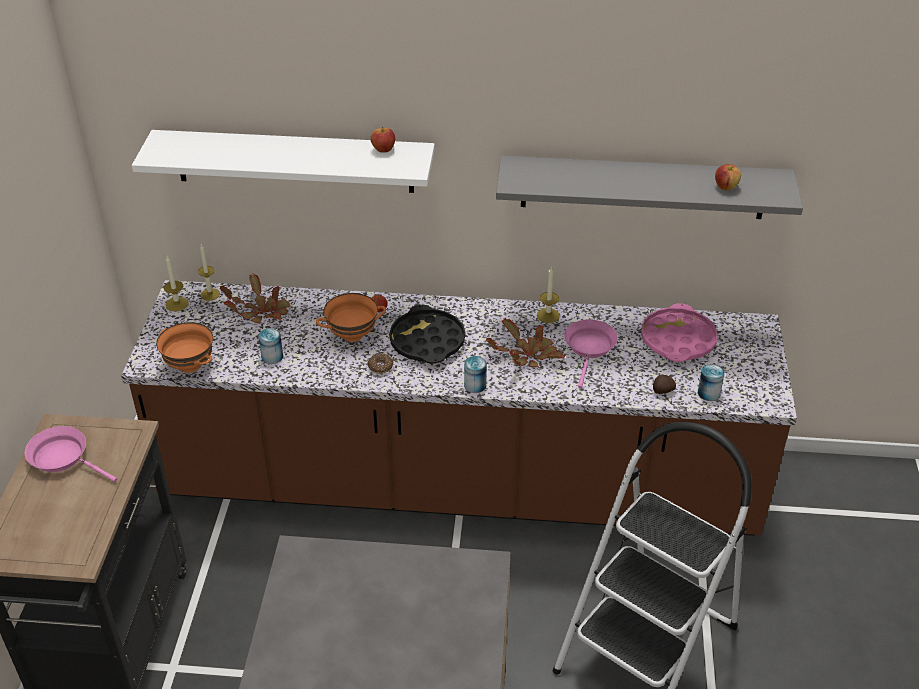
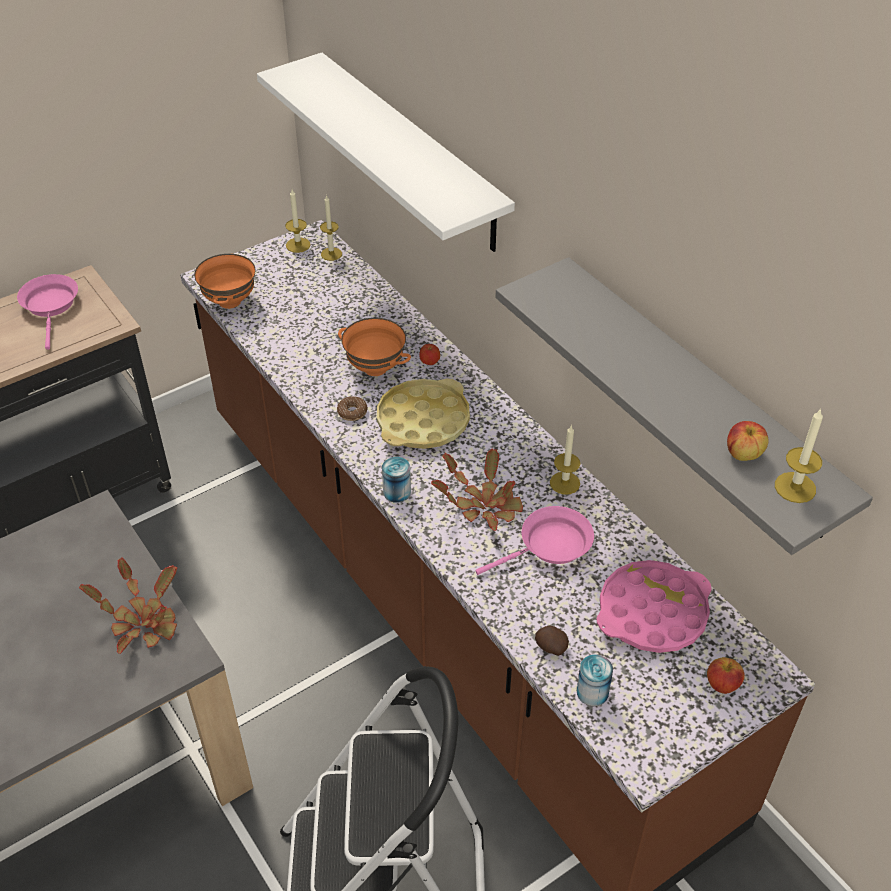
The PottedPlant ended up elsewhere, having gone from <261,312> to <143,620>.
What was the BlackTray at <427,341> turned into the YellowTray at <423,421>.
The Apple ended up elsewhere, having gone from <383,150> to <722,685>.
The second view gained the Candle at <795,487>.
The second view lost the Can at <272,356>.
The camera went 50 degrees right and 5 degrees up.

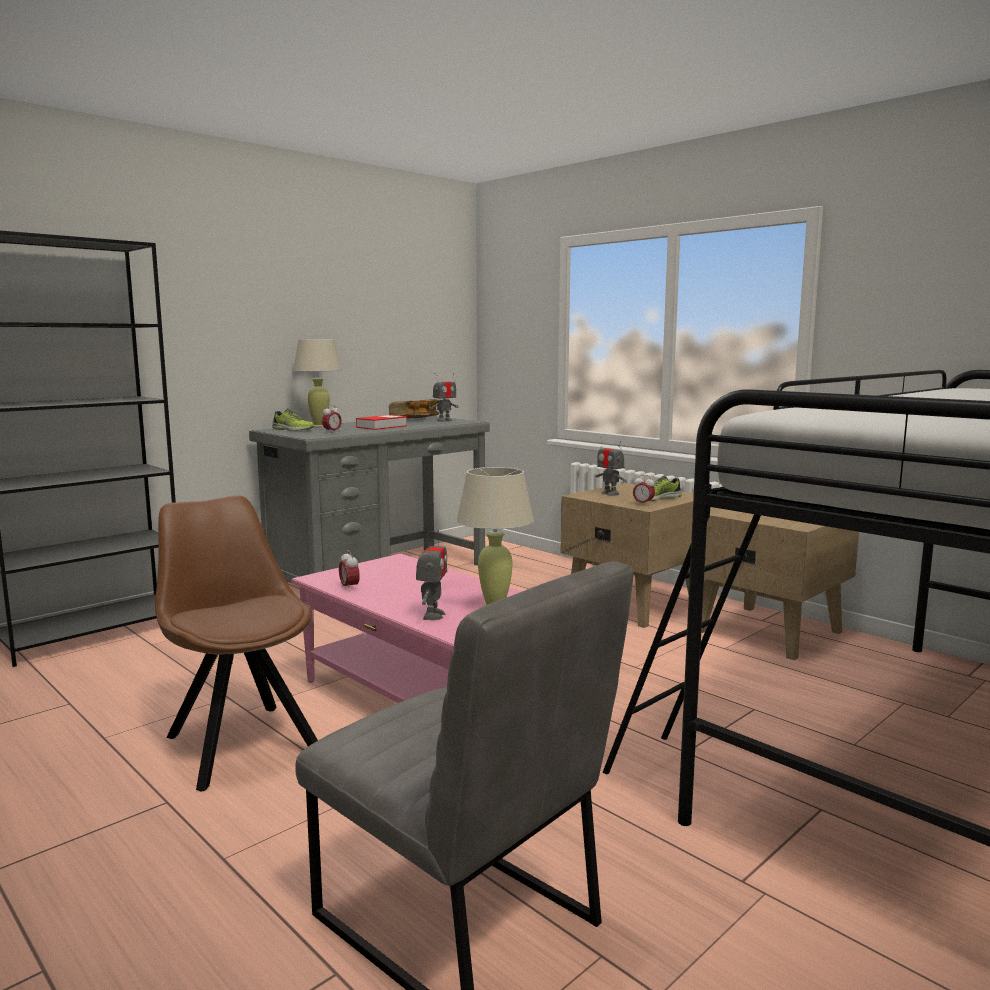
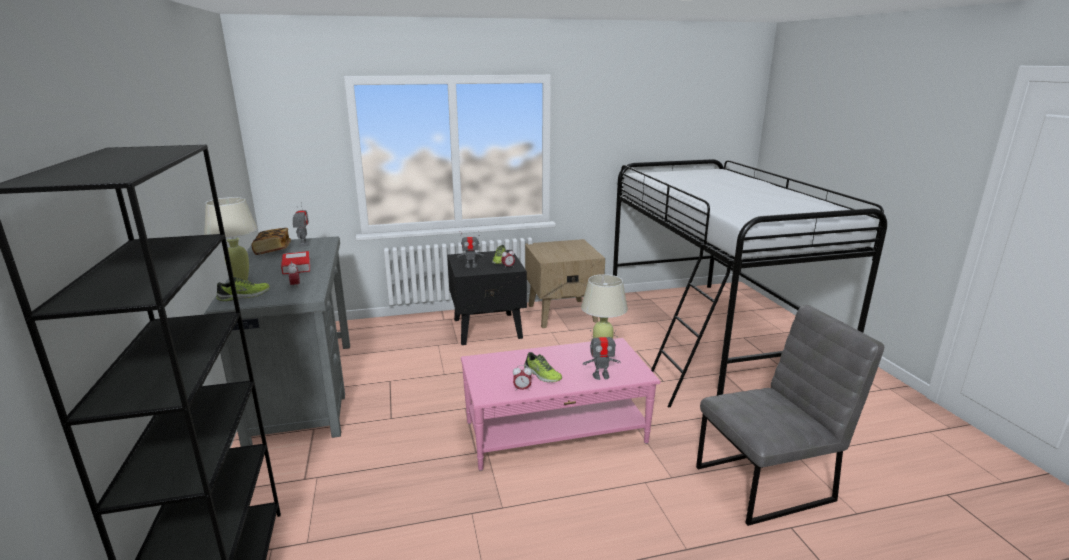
What was the BeigeNightstand at <634,604> turned into the BlackNightstand at <488,328>.
The second view gained the Shoe at <542,375>.
The ToyRobot at <432,615> ended up facing another way, 135 degrees clockwise from before.
The second view lost the BrownChair at <241,744>.
The camera went 60 degrees left and 10 degrees up.

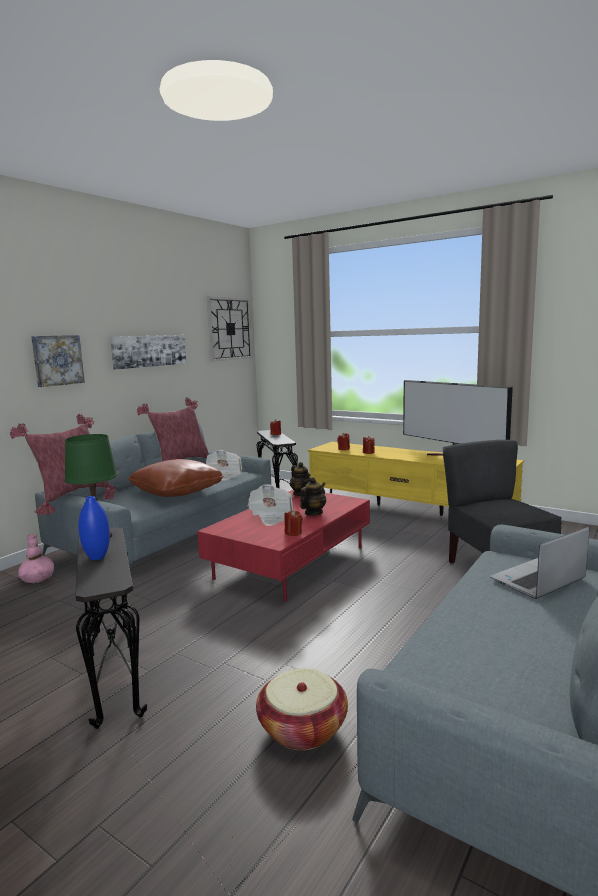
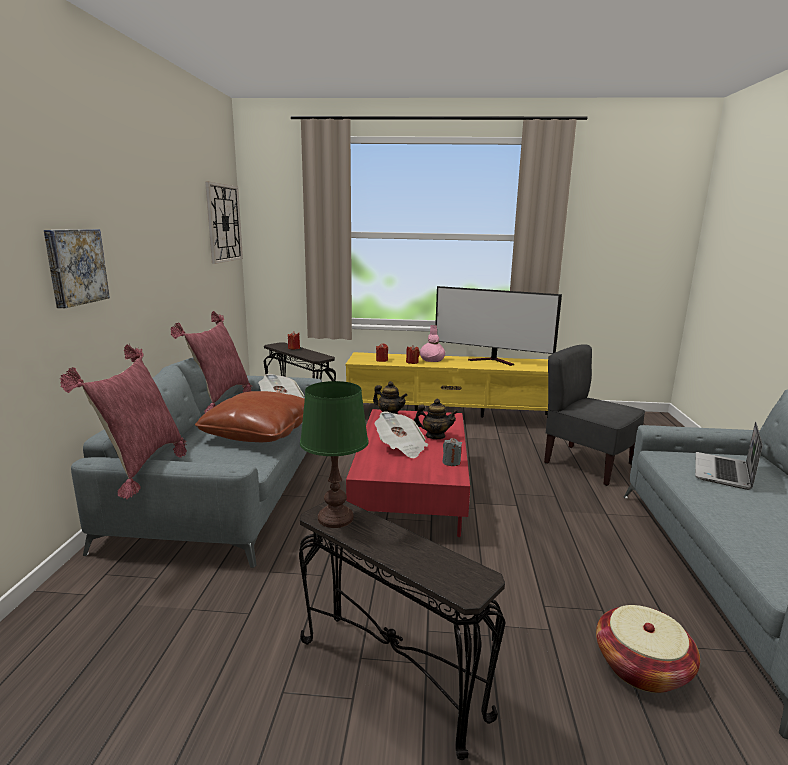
The Teapot at <313,513> ended up facing another way, 90 degrees clockwise from before.
The PinkVase ended up elsewhere, having gone from <37,578> to <432,360>.
What was the RedCandle at <293,533> turned into the GreyCandle at <451,462>.
The second view lost the BlueVase at <97,557>.
The second view lost the Picture at <149,351>.
The camera went 30 degrees left and 5 degrees up.

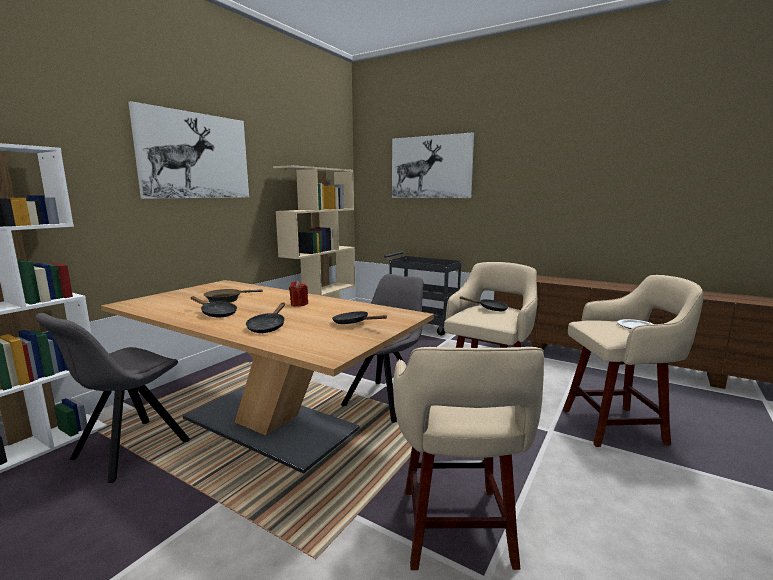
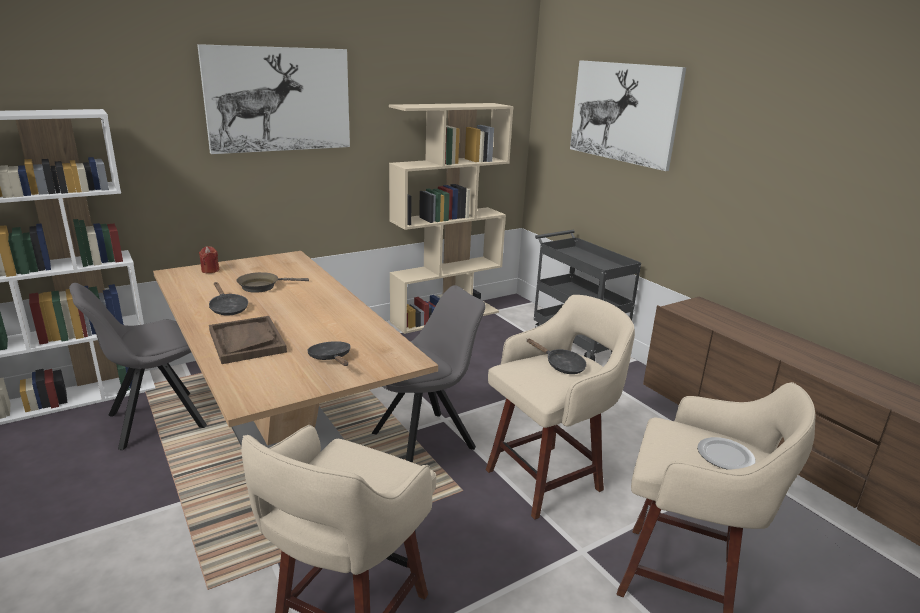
The RedCandle ended up elsewhere, having gone from <299,304> to <210,270>.
Where the BlackFryingPan stood at <268,327>, the BrownTray came to stand at <246,341>.
The camera went 25 degrees right and 10 degrees up.

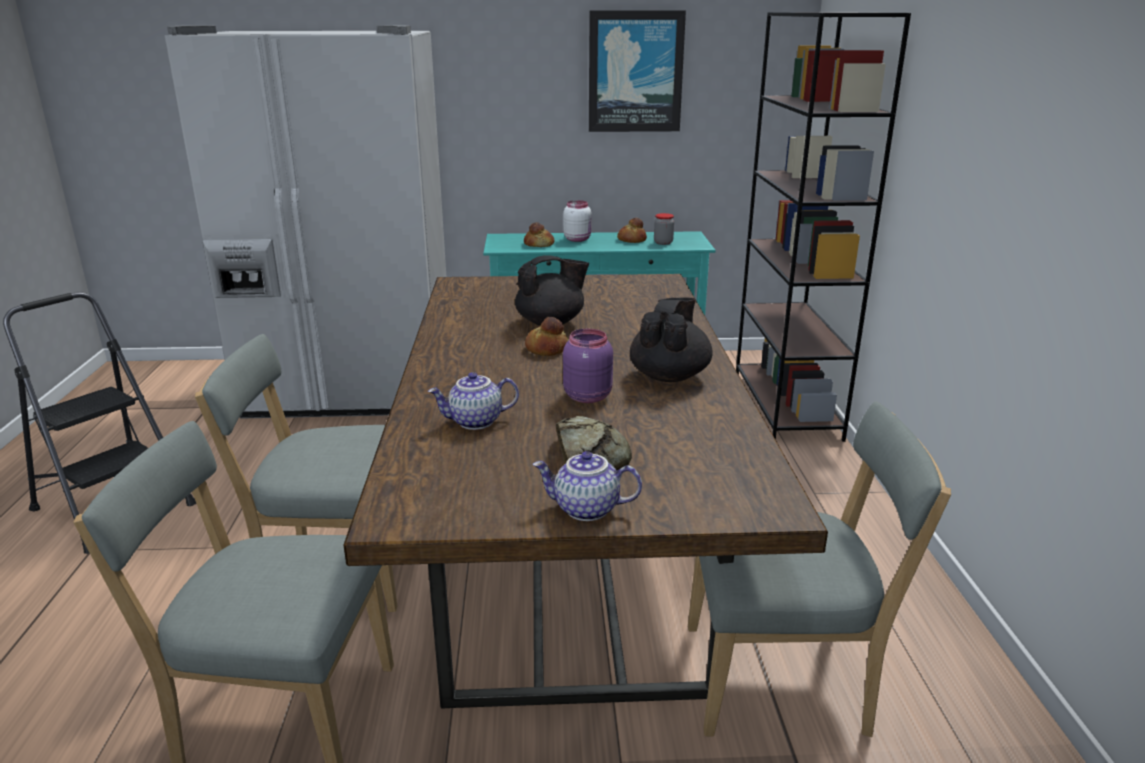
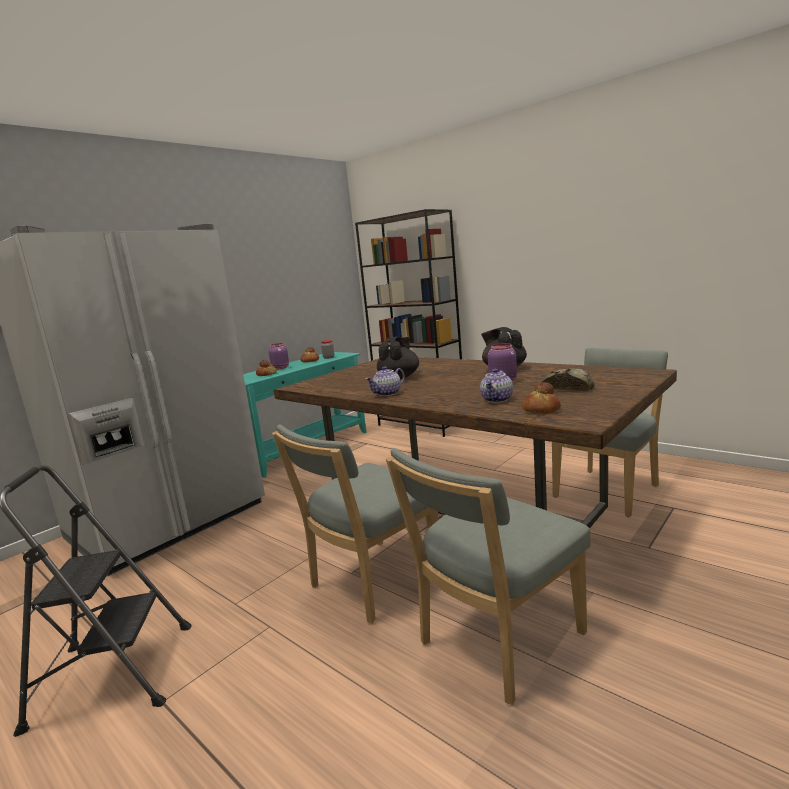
What was the WhiteJar at <578,239> turned into the PurpleJar at <280,368>.
The Teapot ended up elsewhere, having gone from <585,510> to <387,394>.
The Bread ended up elsewhere, having gone from <546,349> to <540,410>.
The second view lost the Picture at <635,72>.
The camera went 45 degrees left and 10 degrees down.

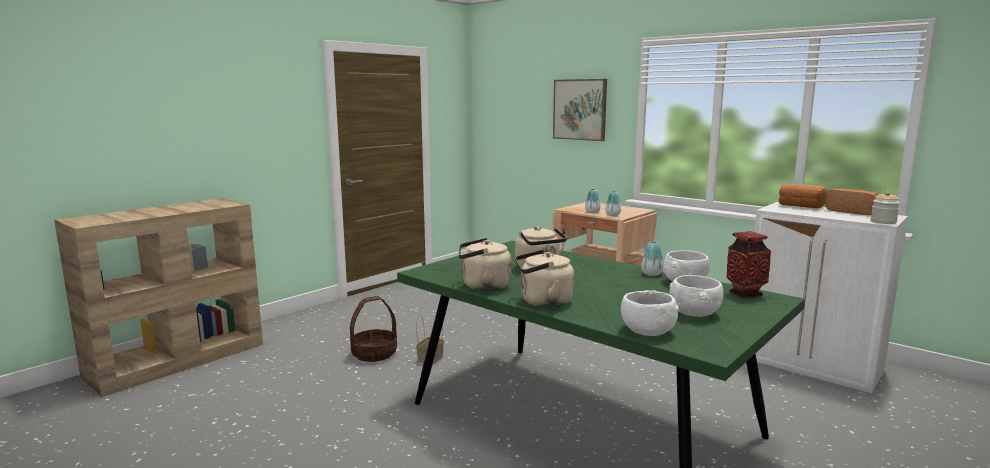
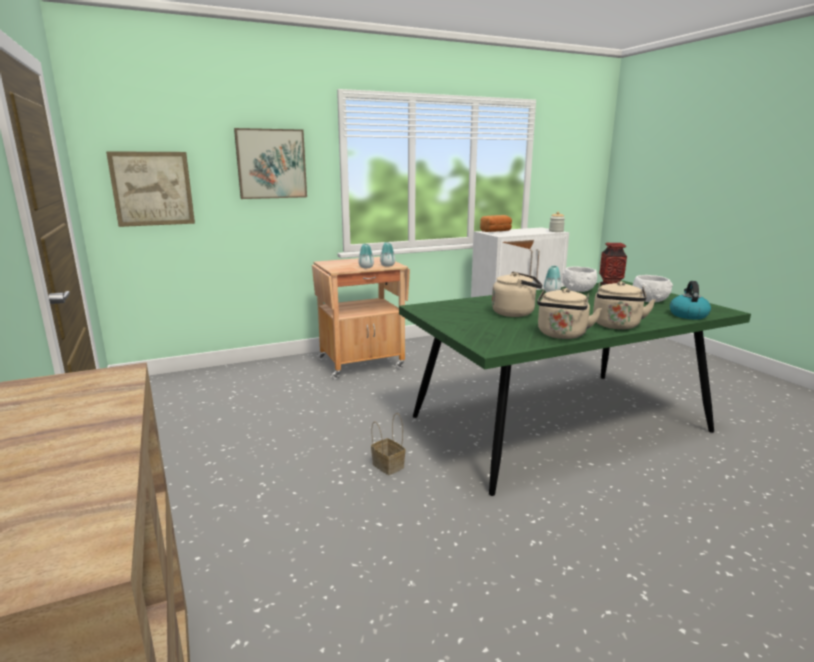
The second view gained the Picture at <152,189>.
Where the WhiteBowl stood at <647,331>, the Kettle came to stand at <688,315>.
The second view lost the Basket at <374,354>.
The second view lost the Bread at <852,211>.
The camera went 65 degrees left and 5 degrees up.

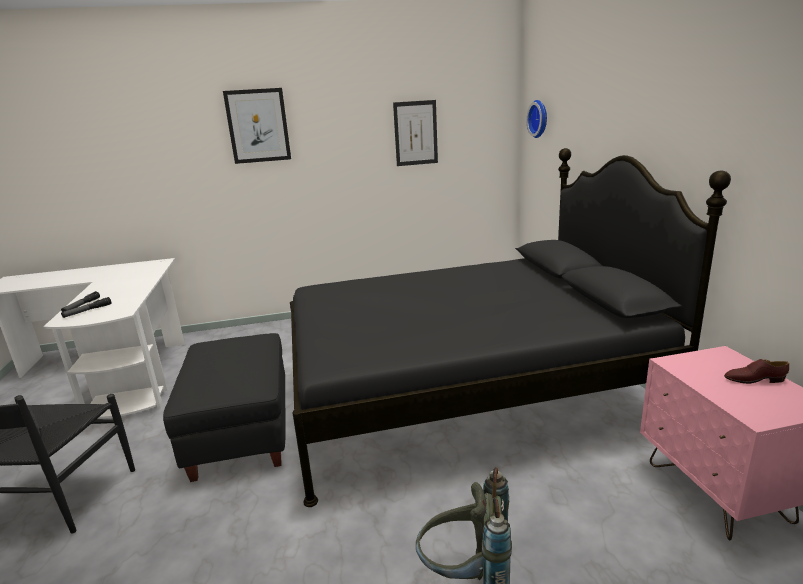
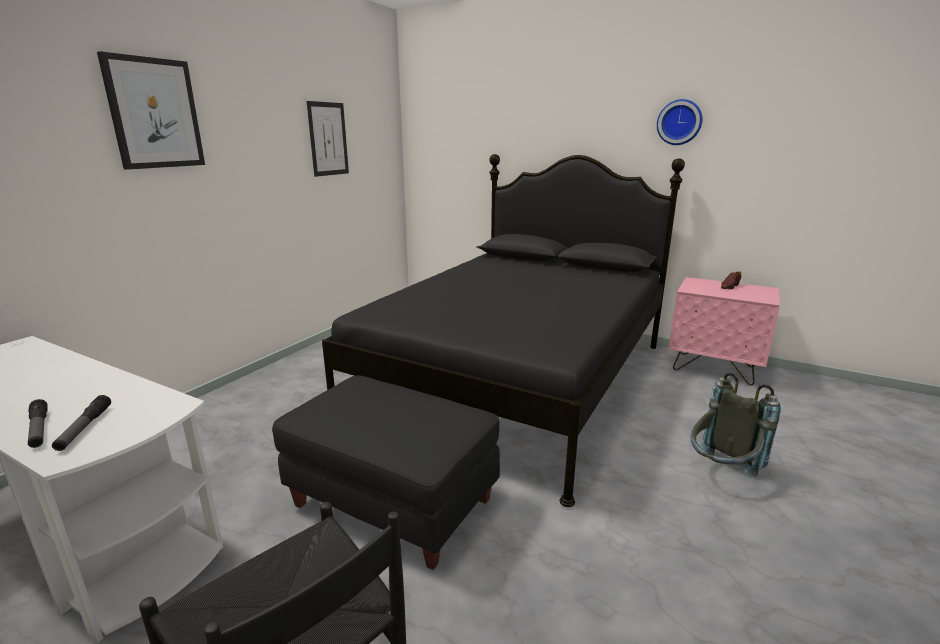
The WallClock ended up elsewhere, having gone from <539,118> to <679,122>.
The camera went 50 degrees left and 0 degrees up.

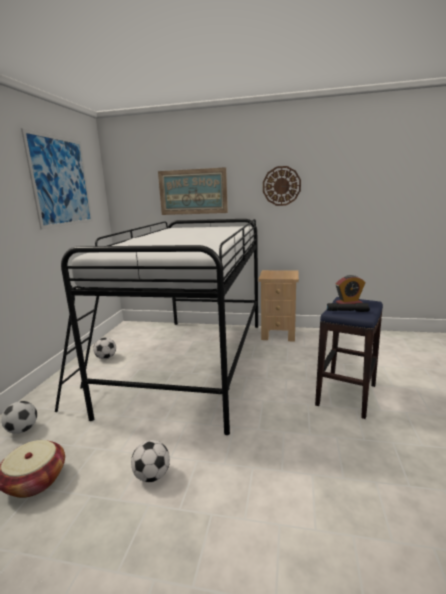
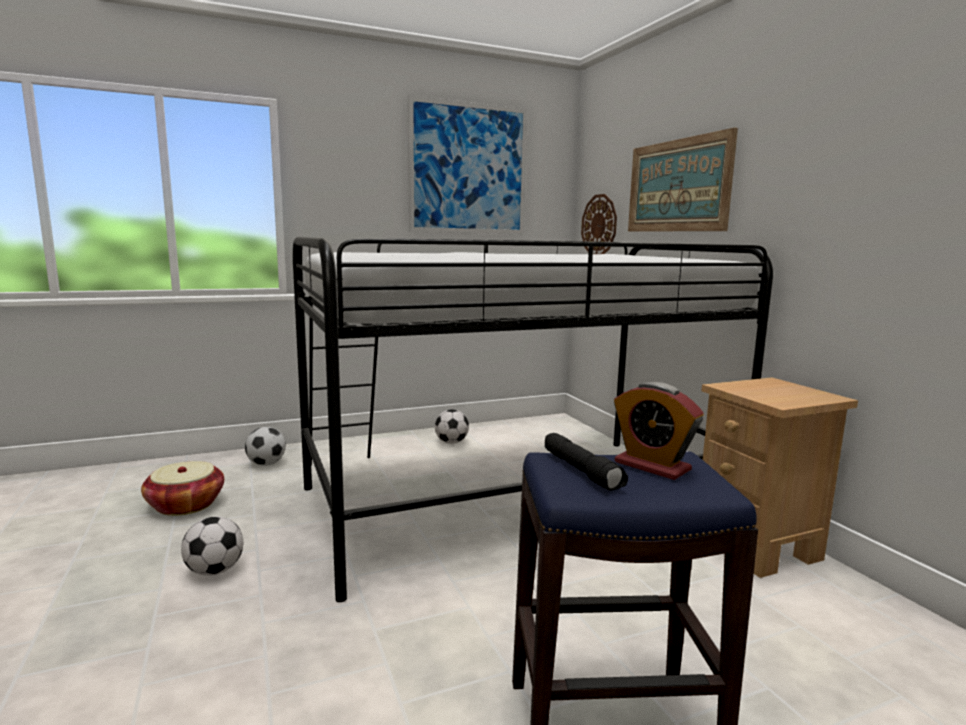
The WallClock ended up elsewhere, having gone from <281,186> to <599,225>.
The camera went 55 degrees right and 5 degrees down.

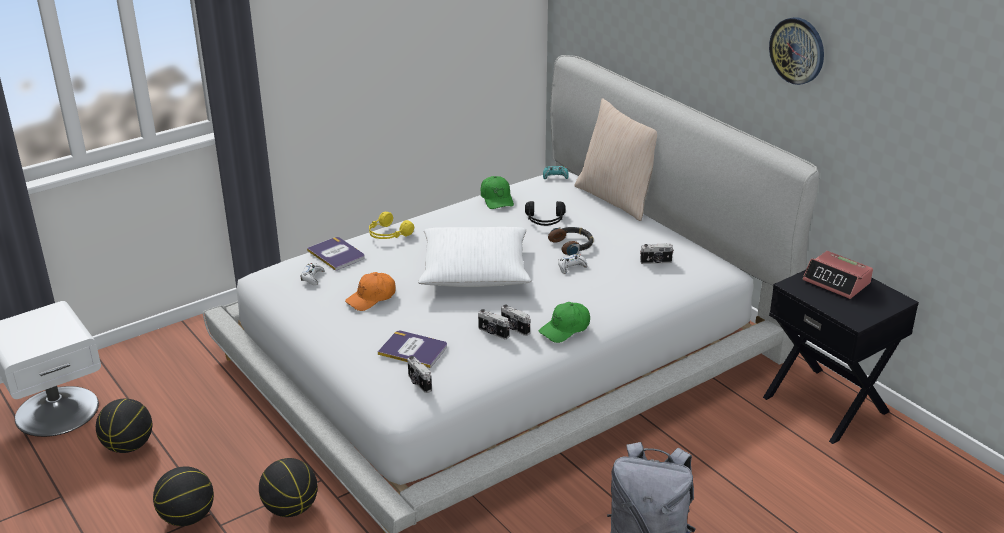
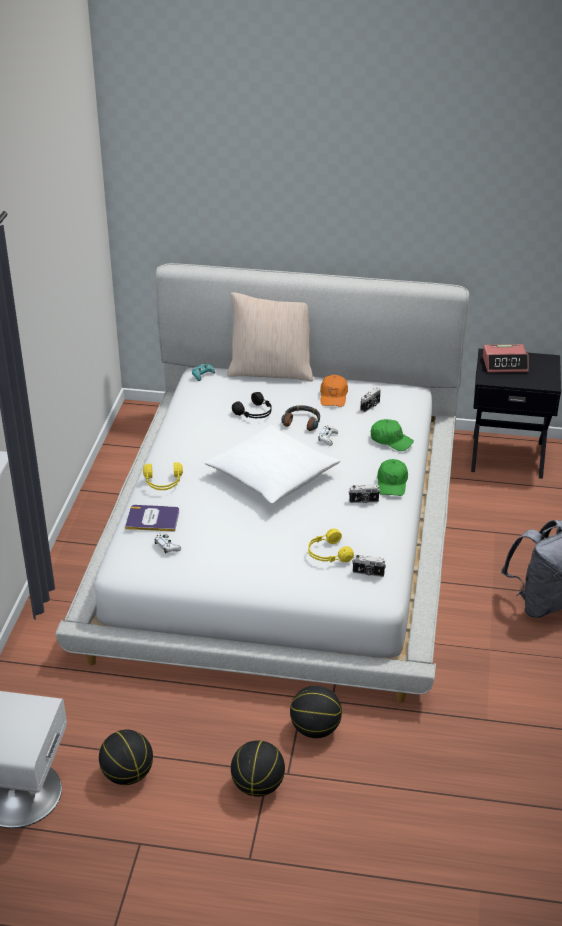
Where the Book stood at <413,350>, the YellowHeadphones came to stand at <328,554>.
The OrangeCap ended up elsewhere, having gone from <371,298> to <333,396>.
The GreenCap ended up elsewhere, having gone from <497,199> to <391,440>.
The second view lost the PhotoCamera at <493,333>.
The second view lost the WallClock at <797,50>.
The camera went 45 degrees left and 5 degrees up.

